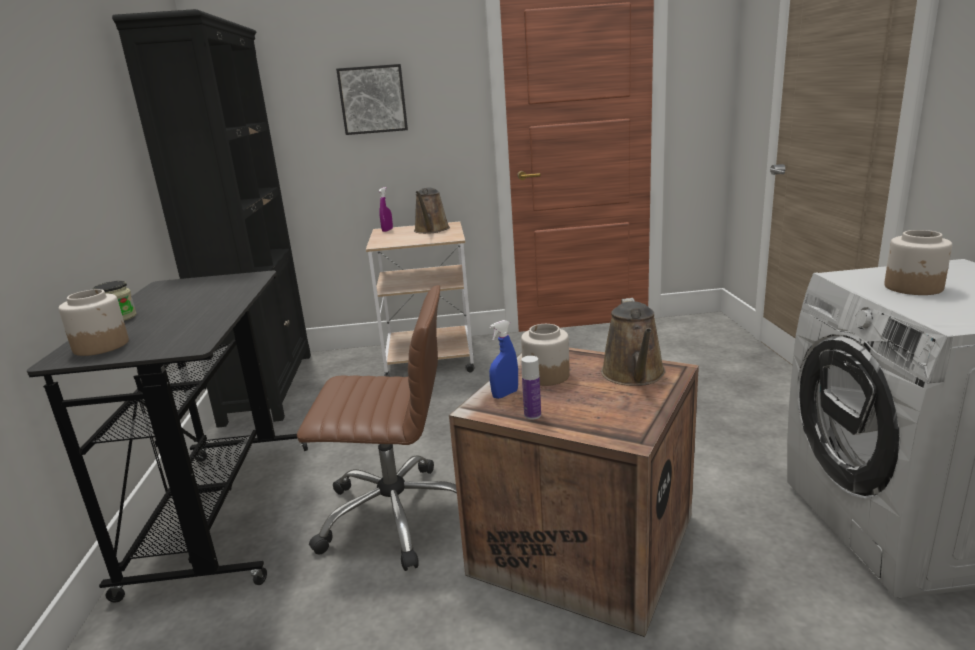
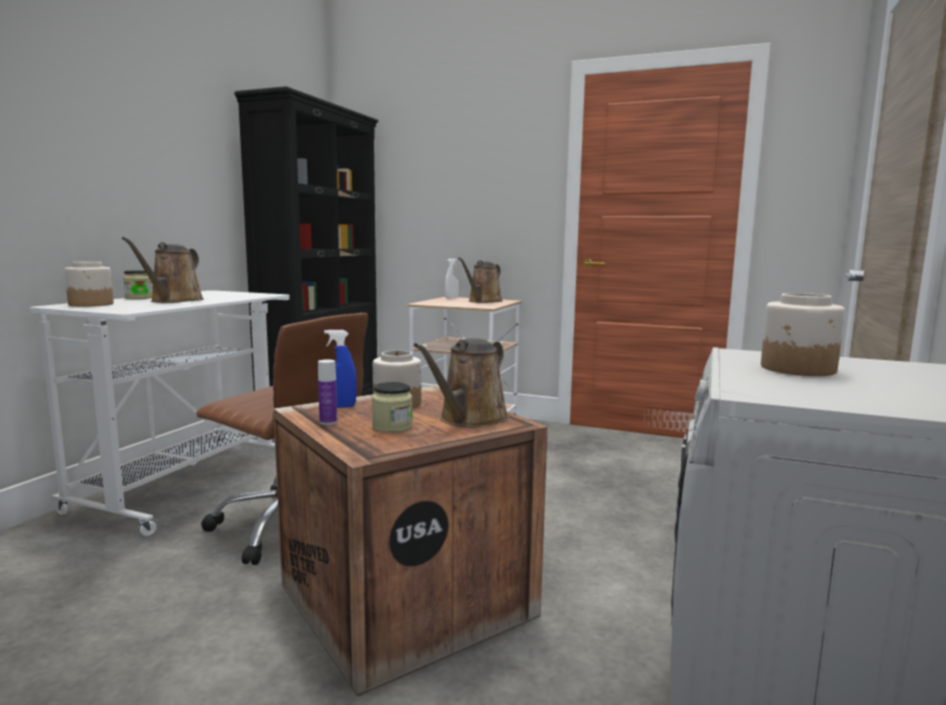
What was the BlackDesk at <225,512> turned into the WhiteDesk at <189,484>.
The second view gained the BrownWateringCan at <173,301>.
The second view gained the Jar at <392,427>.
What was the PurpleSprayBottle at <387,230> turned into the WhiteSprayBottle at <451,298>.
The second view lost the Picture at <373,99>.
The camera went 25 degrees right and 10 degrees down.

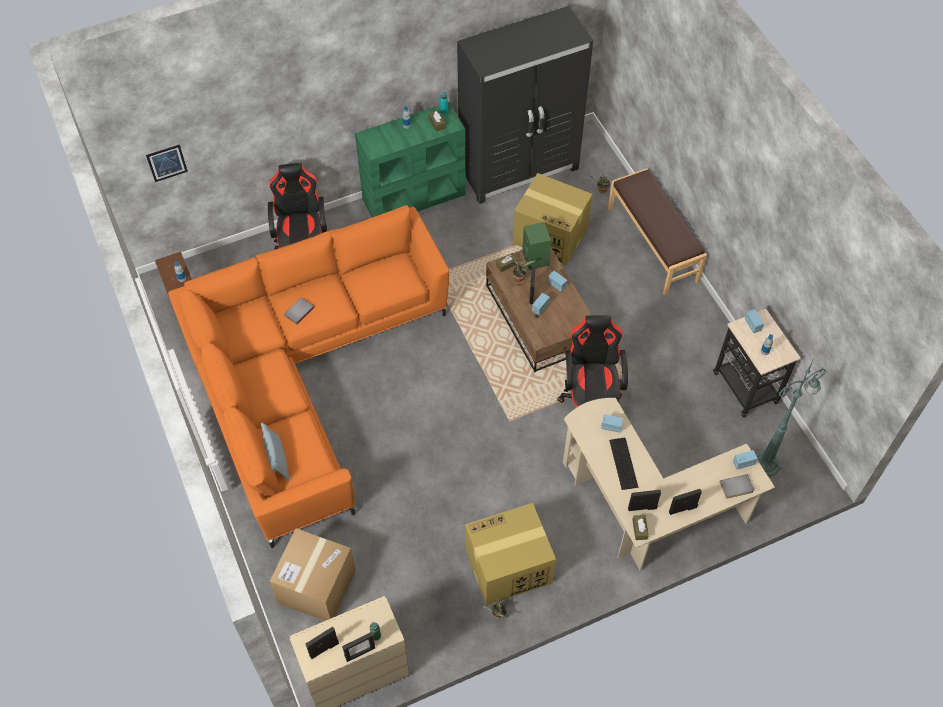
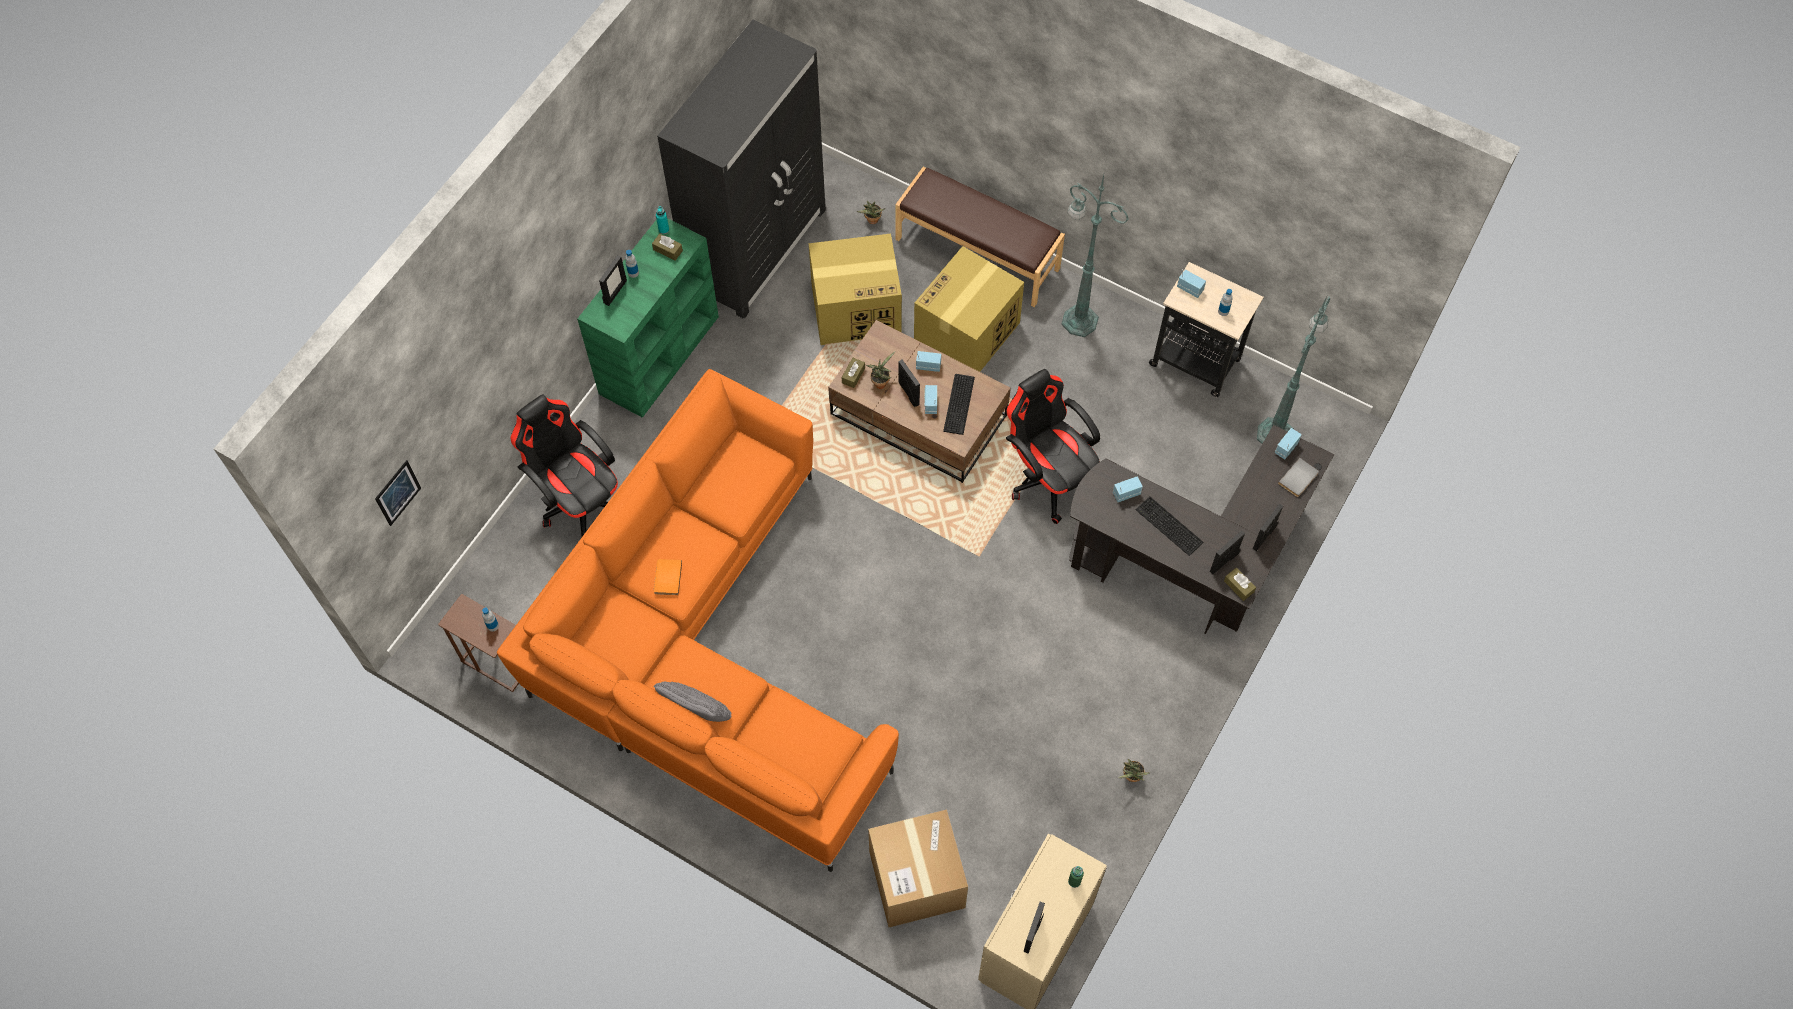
The PictureFrame ended up elsewhere, having gone from <360,652> to <615,292>.
The second view gained the GreyPillow at <696,713>.
What was the GreyBook at <298,311> turned into the OrangeBook at <666,577>.
The CardboardBox ended up elsewhere, having gone from <507,567> to <966,334>.
The second view gained the Keyboard at <960,403>.
The second view gained the GreenFloorLamp at <1078,320>.
What was the BeigeDesk at <646,509> turned into the BlackDesk at <1194,561>.
The second view lost the BluePillow at <277,459>.
The second view lost the GreenSpeaker at <536,259>.
The camera went 35 degrees left and 5 degrees up.

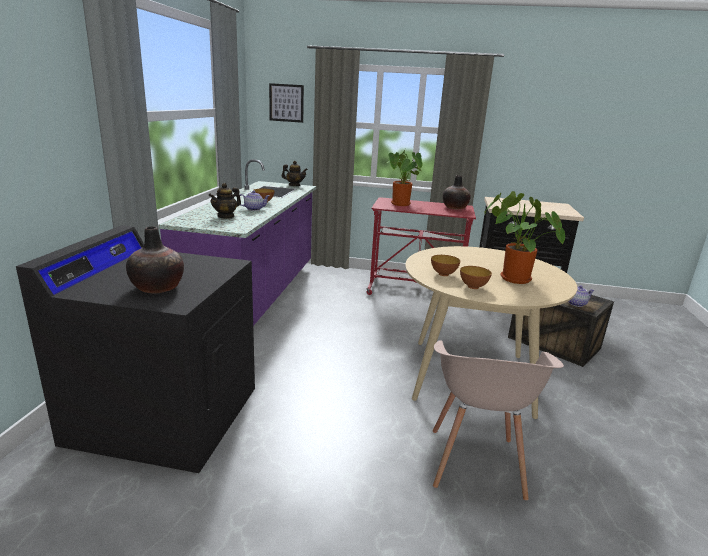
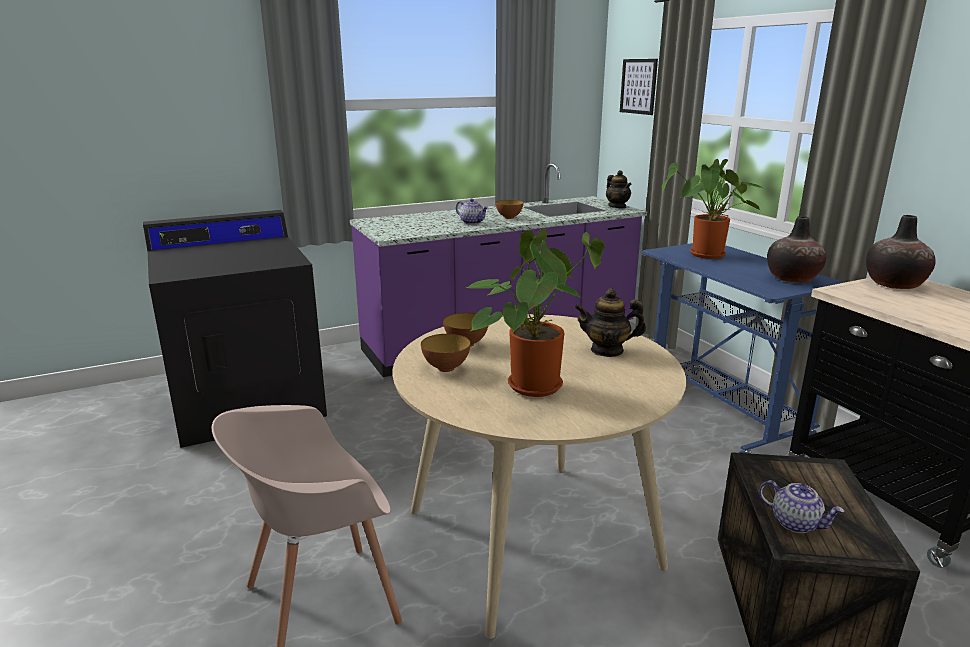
The Teapot ended up elsewhere, having gone from <226,216> to <607,350>.
What was the RedDesk at <415,290> turned into the BlueDesk at <717,412>.
The Vase ended up elsewhere, having gone from <158,287> to <894,284>.
The camera went 55 degrees right and 0 degrees up.

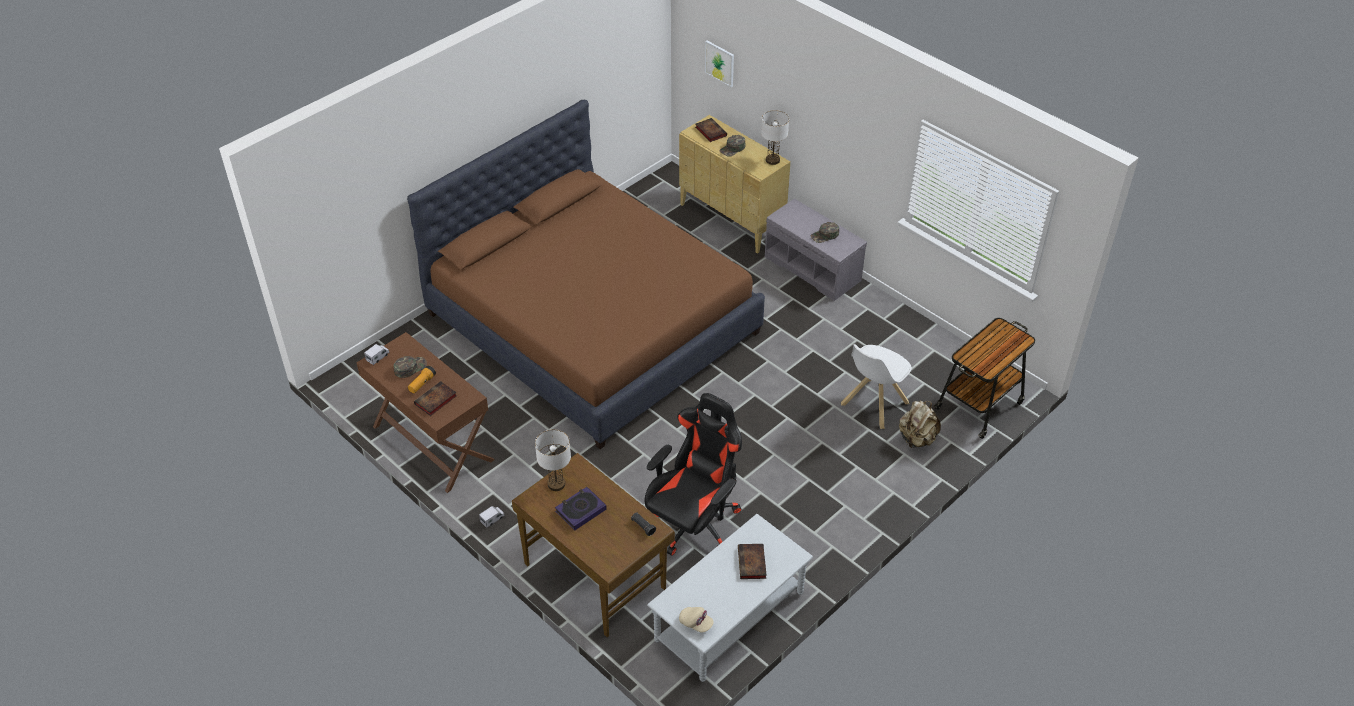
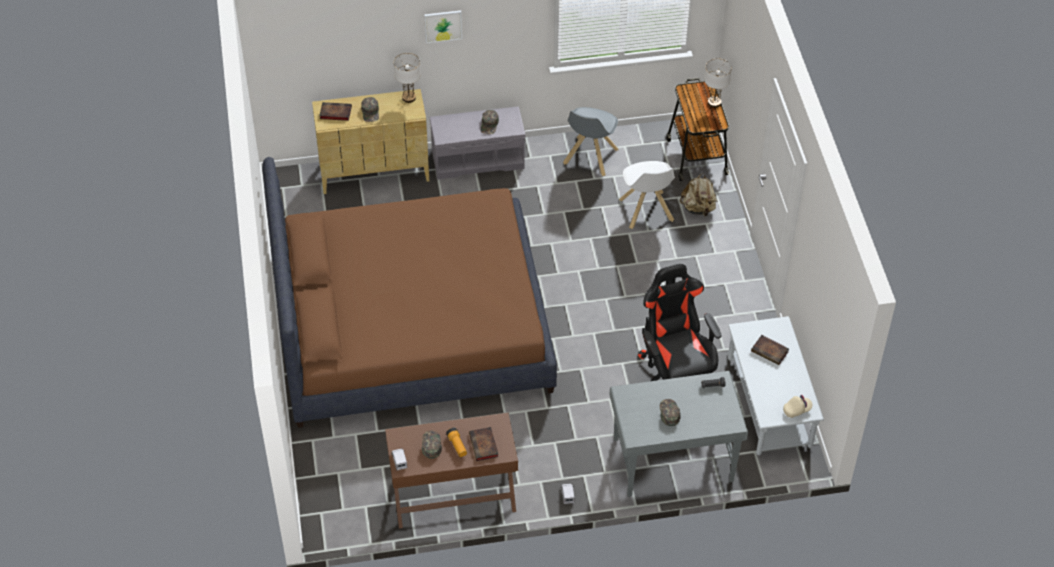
The Picture ended up elsewhere, having gone from <720,63> to <443,26>.
The second view gained the GreyChair at <589,157>.
What was the BrownDesk at <595,574> turned into the GreyDesk at <672,459>.
Where the Book stood at <580,510>, the GreenCap came to stand at <669,413>.
The TableLamp ended up elsewhere, having gone from <556,484> to <714,103>.
The camera went 55 degrees left and 5 degrees up.

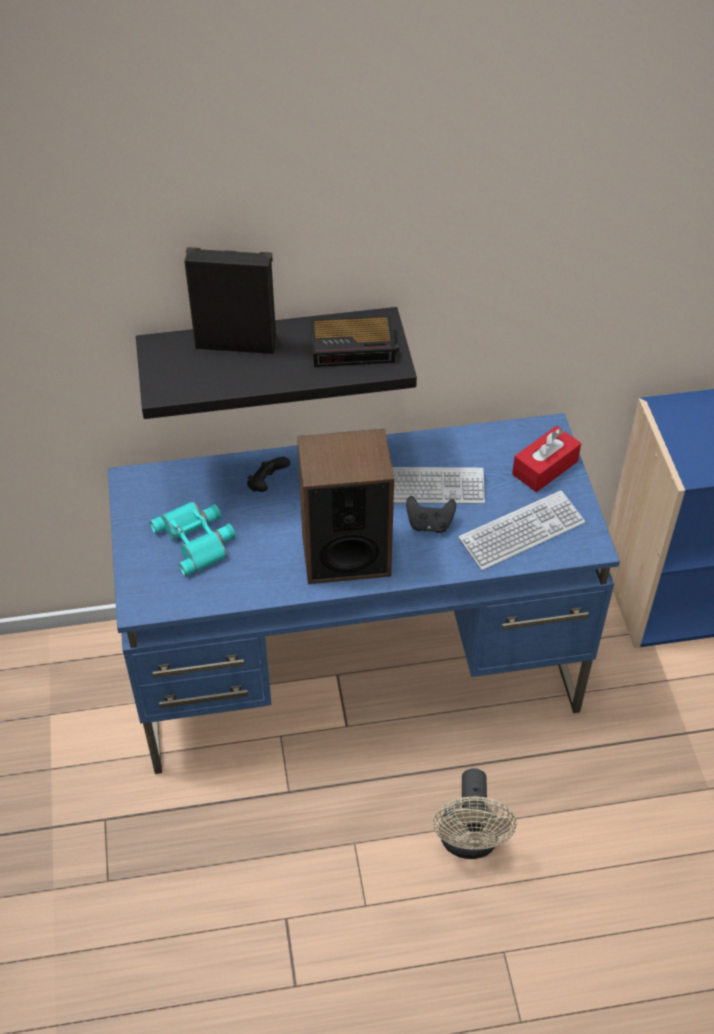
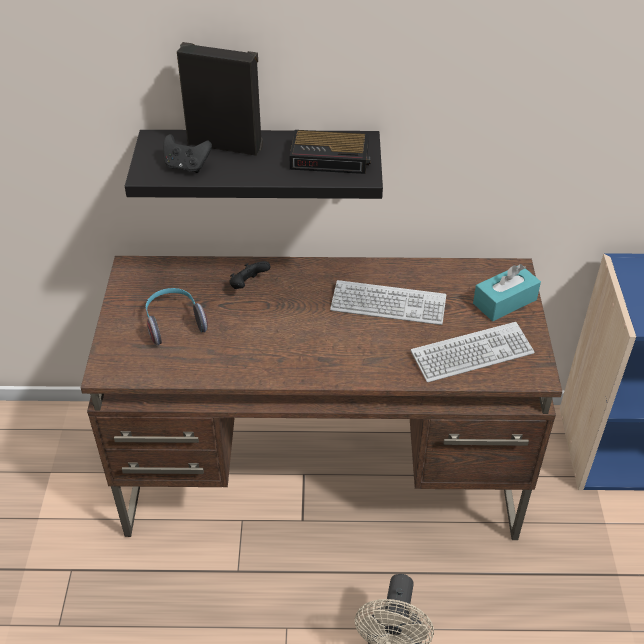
What was the BlueDesk at <358,668> turned into the BrownDesk at <324,471>.
Where the TurquoiseBinoculars stood at <197,539>, the Headphones came to stand at <174,322>.
The BlackGameController ended up elsewhere, having gone from <429,524> to <187,166>.
What was the RedTissueBox at <545,468> turned into the TurquoiseTissueBox at <504,301>.
The second view lost the Speaker at <345,554>.
The camera went 10 degrees right and 5 degrees down.

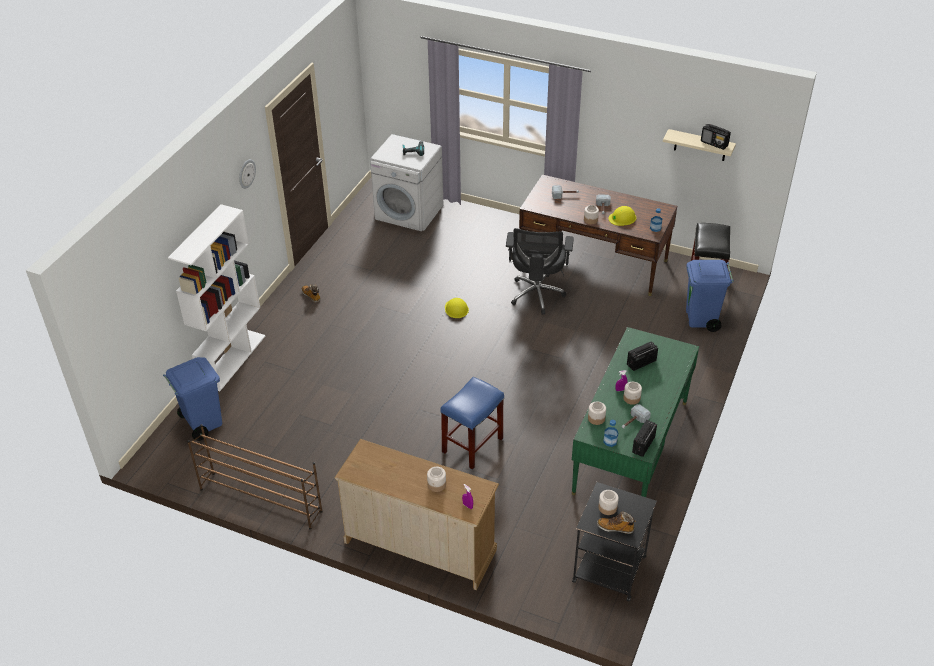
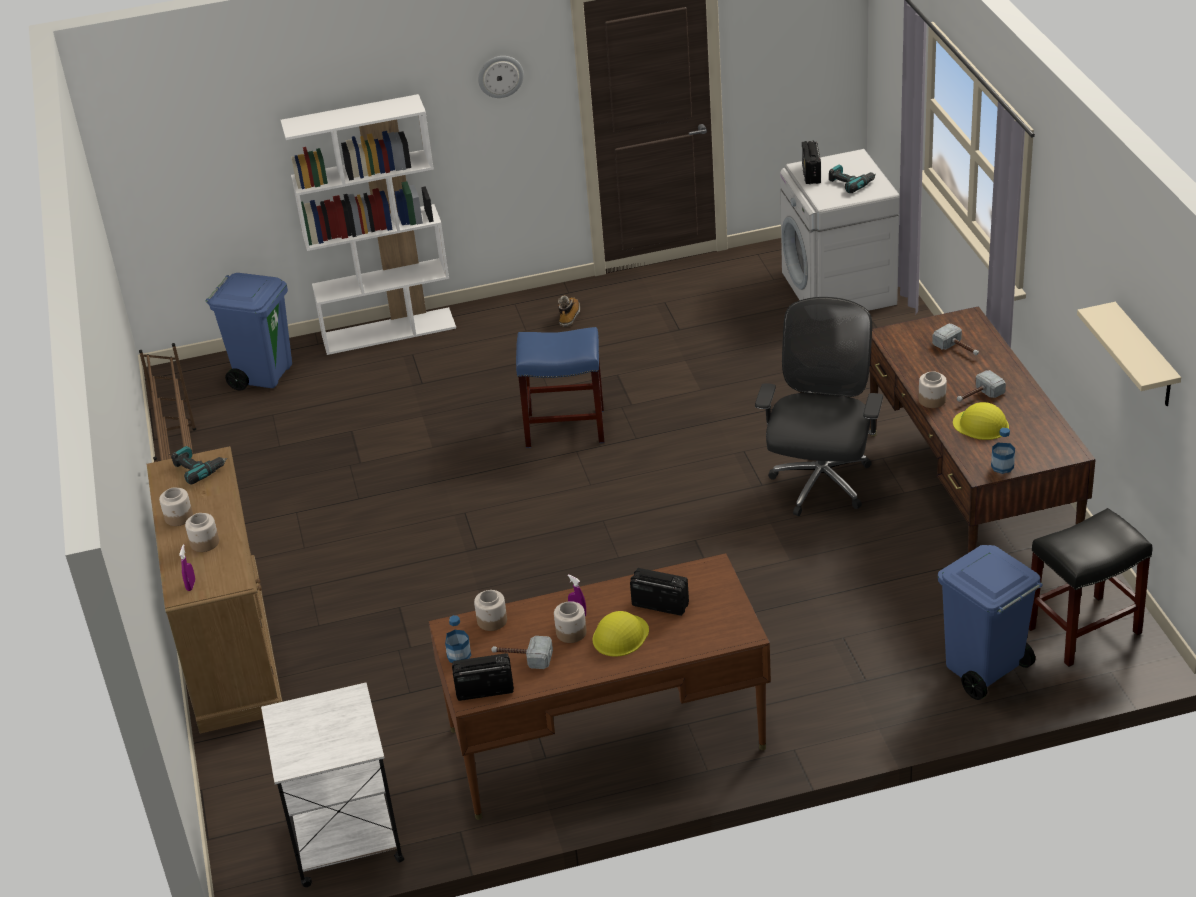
The Jar ended up elsewhere, having gone from <608,508> to <179,517>.
The second view gained the PowerDrill at <198,469>.
What was the BlackCart at <609,570> turned into the WhiteCart at <343,838>.
What was the GreenDesk at <631,447> turned into the BrownDesk at <606,739>.
The BlueStool ended up elsewhere, having gone from <472,446> to <564,428>.
The YellowHardHat ended up elsewhere, having gone from <456,309> to <620,635>.
The OfficeChair at <536,293> ended up facing another way, 135 degrees clockwise from before.
The Radio ended up elsewhere, having gone from <714,144> to <811,174>.
The second view lost the Boot at <615,528>.
The camera went 55 degrees right and 5 degrees down.

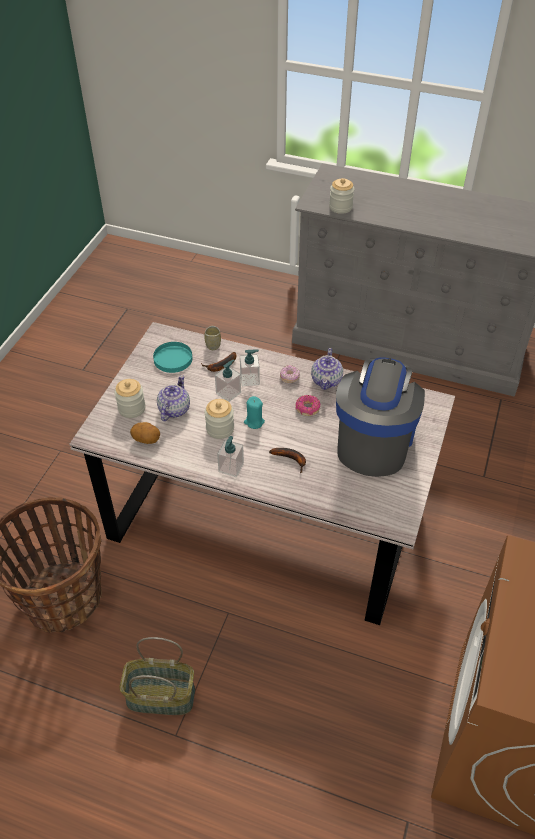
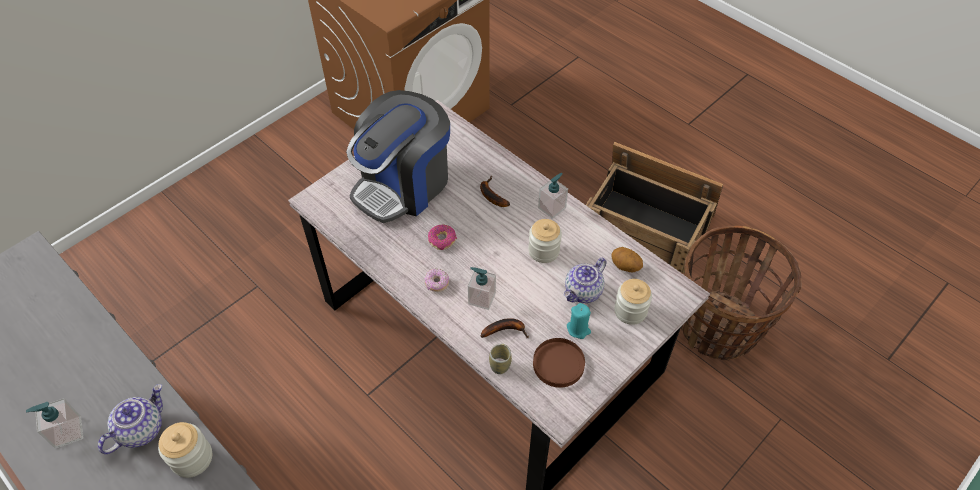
The SoapDispenser ended up elsewhere, having gone from <228,393> to <68,432>.
The Teapot ended up elsewhere, having gone from <327,381> to <141,429>.
What was the TurquoisePlate at <173,359> turned into the BrownPlate at <558,364>.
The TurquoiseCandle ended up elsewhere, having gone from <254,422> to <578,329>.
Where the Basket stood at <160,697>, the Crate came to stand at <649,221>.
The camera went 155 degrees left and 5 degrees up.

